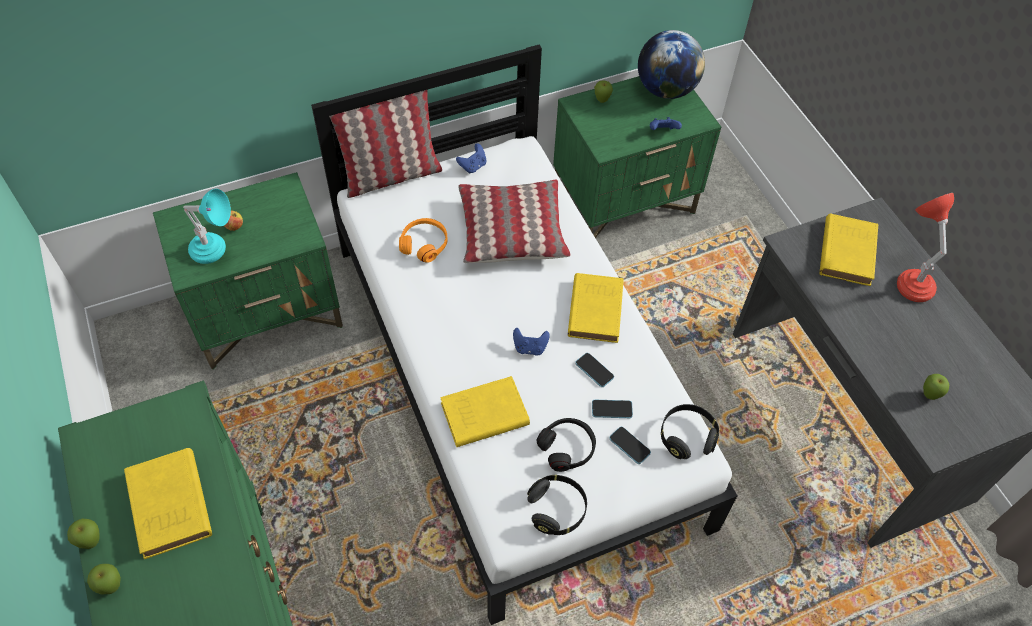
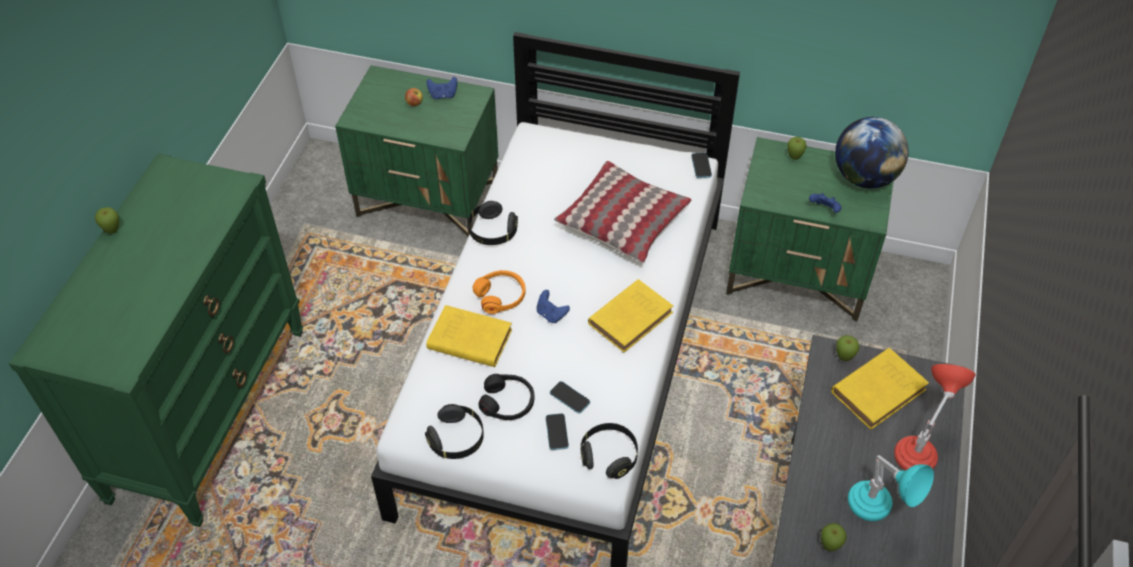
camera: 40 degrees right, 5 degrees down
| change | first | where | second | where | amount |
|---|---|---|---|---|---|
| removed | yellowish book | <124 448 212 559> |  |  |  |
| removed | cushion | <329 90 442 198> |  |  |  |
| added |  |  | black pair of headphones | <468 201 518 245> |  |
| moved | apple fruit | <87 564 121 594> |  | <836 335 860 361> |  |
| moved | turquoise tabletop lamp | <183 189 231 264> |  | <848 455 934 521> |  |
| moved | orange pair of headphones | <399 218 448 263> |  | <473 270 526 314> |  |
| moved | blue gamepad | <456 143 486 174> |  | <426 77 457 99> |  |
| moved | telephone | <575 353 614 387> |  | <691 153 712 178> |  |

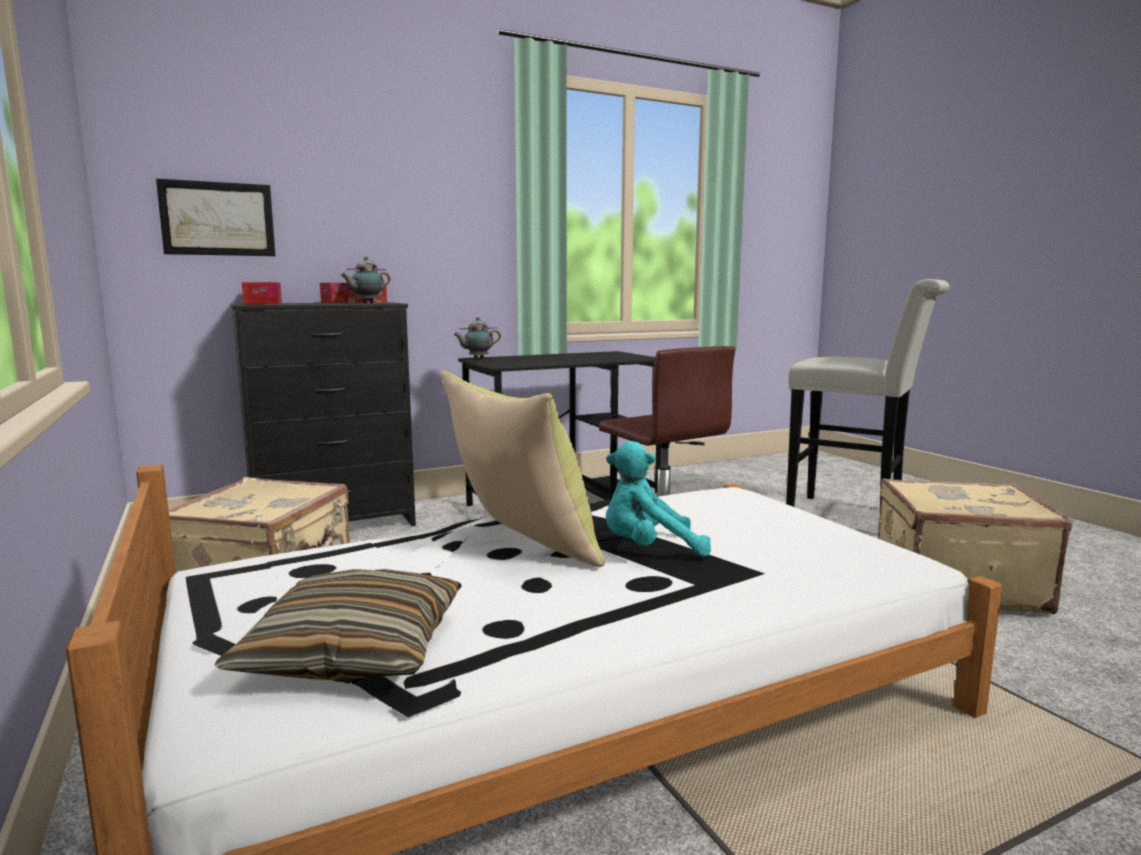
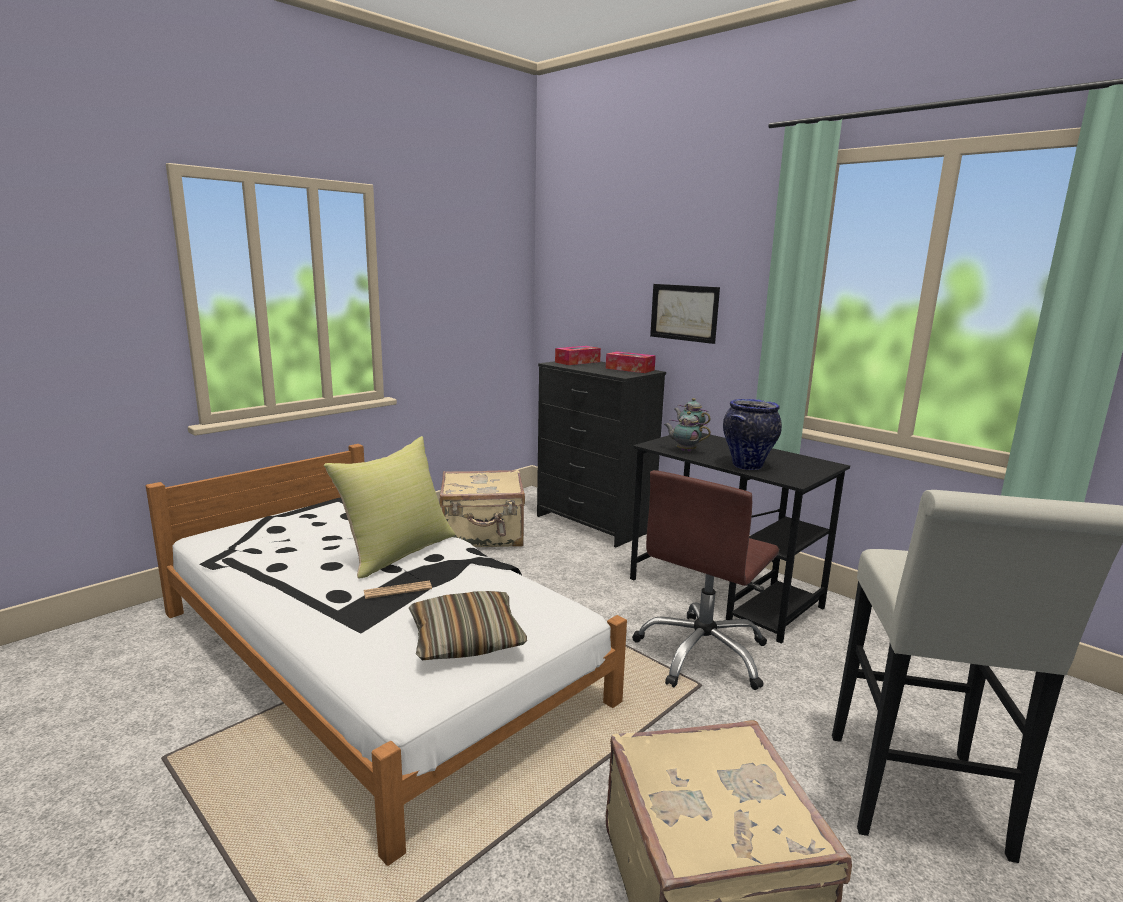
camera: 70 degrees right, 5 degrees up
| change | first | where | second | where | amount |
|---|---|---|---|---|---|
| added |  |  | vase | <723 399 782 470> |  |
| moved | wall art | <156 179 275 256> |  | <650 284 720 344> |  |
| moved | cushion | <215 569 458 680> |  | <409 591 527 660> |  |
| moved | teapot | <341 257 390 303> |  | <664 412 711 452> |  |
| replaced | turquoise plush toy | <606 441 711 557> | daily paper | <364 581 432 599> |  |

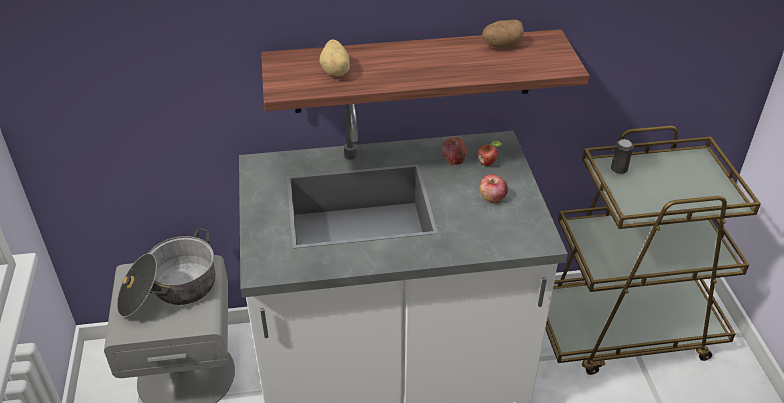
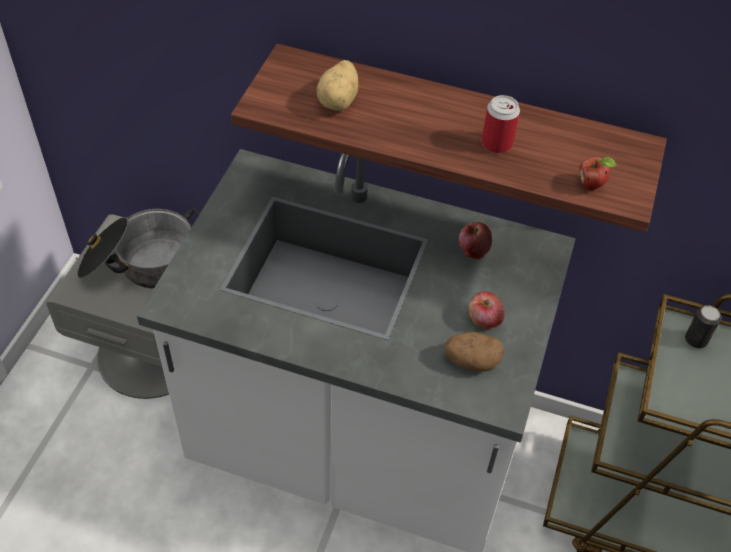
camera: 25 degrees right, 10 degrees up
| change | first | where | second | where | amount |
|---|---|---|---|---|---|
| added |  |  | metal can | <482 95 520 153> |  |
| moved | apple fruit | <477 140 502 166> |  | <579 157 617 190> |  |
| moved | potato | <482 20 524 48> |  | <445 332 504 372> |  |

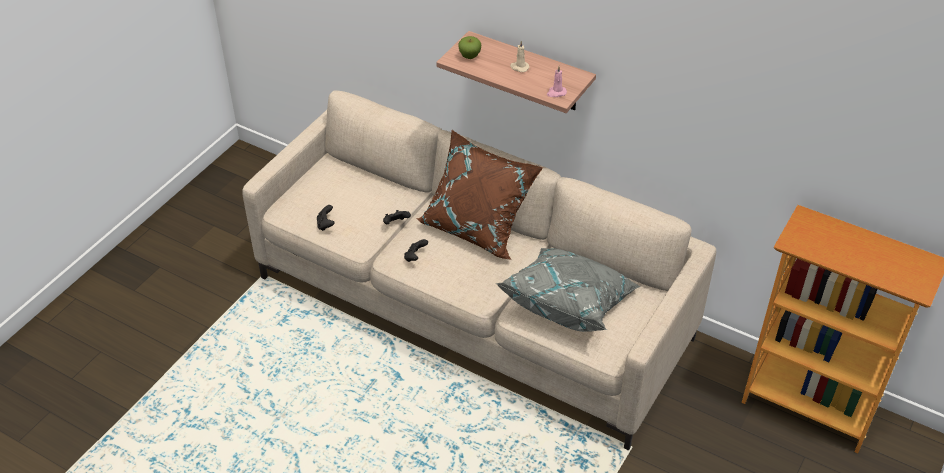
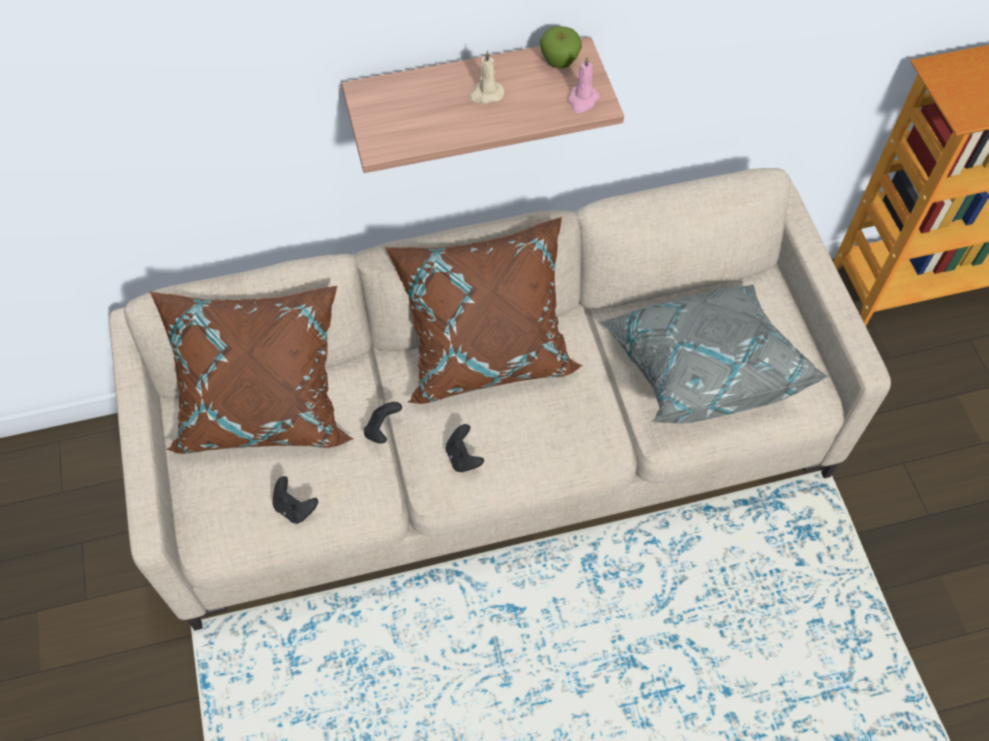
camera: 45 degrees left, 15 degrees up
| change | first | where | second | where | amount |
|---|---|---|---|---|---|
| added |  |  | brown-coloured cushion | <150 285 354 454> |  |
| moved | apple fruit | <458 36 481 59> |  | <540 26 582 68> |  |

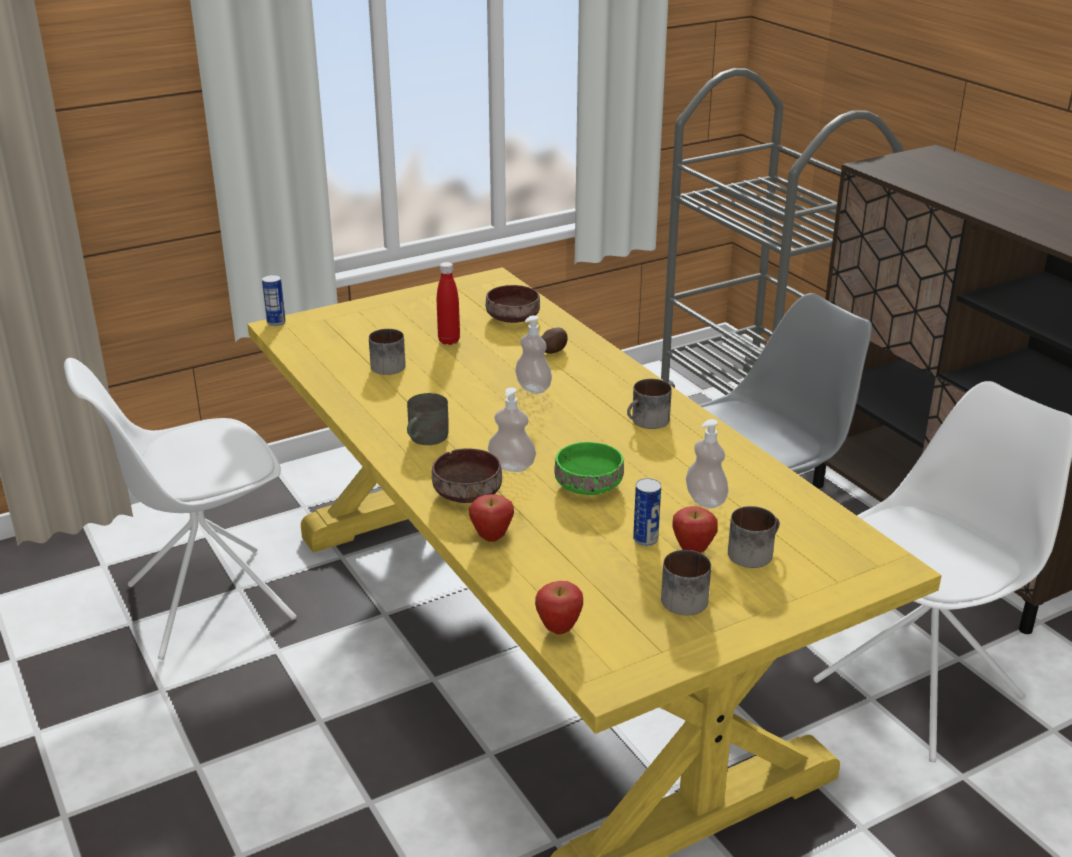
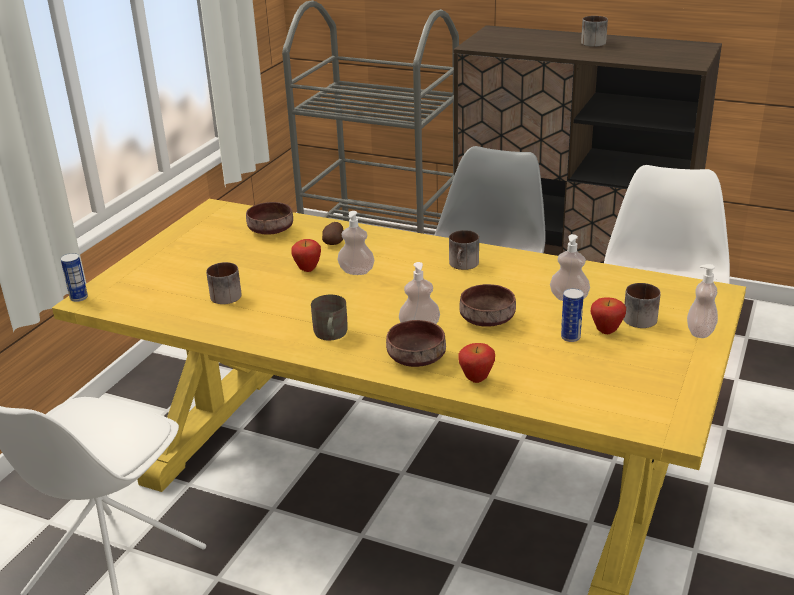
camera: 35 degrees left, 0 degrees up
| change | first | where | second | where | amount |
|---|---|---|---|---|---|
| removed | red beverage bottle | <437 262 460 345> |  |  |  |
| added |  |  | soap dispenser | <687 264 718 338> |  |
| moved | apple fruit | <535 581 583 634> |  | <291 239 321 272> |  |
| moved | mug | <661 550 711 615> |  | <581 16 608 47> |  |
| recoloured | greenish bowl | <554 442 624 495> | brown-coloured bowl | <459 284 516 327> |  |

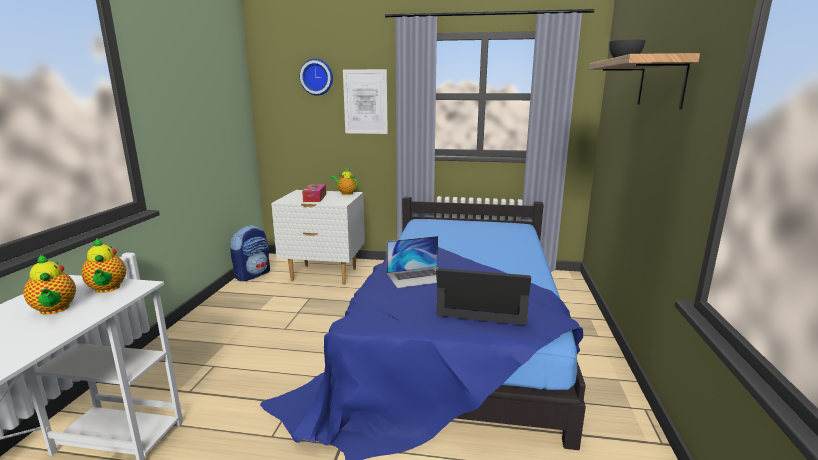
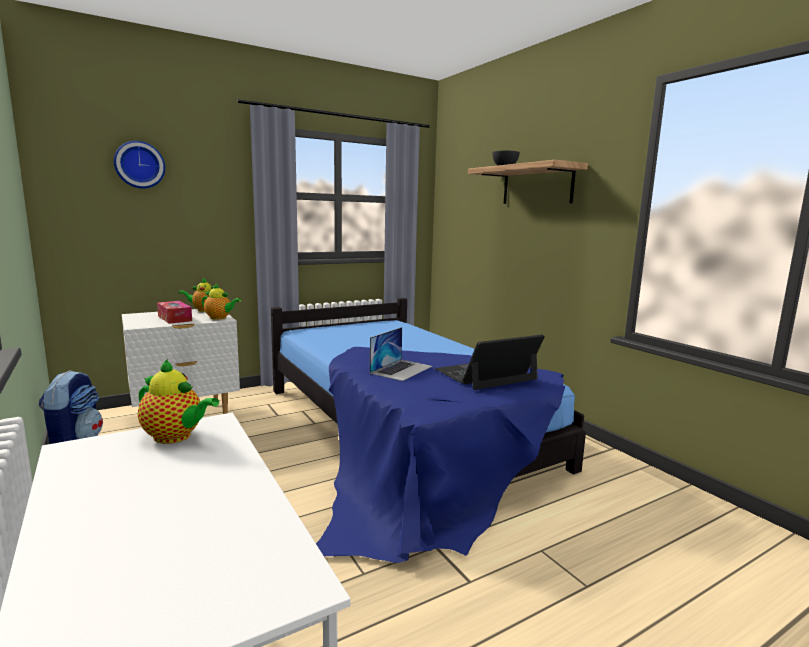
camera: 40 degrees left, 5 degrees down
| change | first | where | second | where | amount |
|---|---|---|---|---|---|
| removed | wall art | <343 69 388 134> |  |  |  |
| moved | teapot | <23 254 76 315> |  | <202 283 241 320> |  |

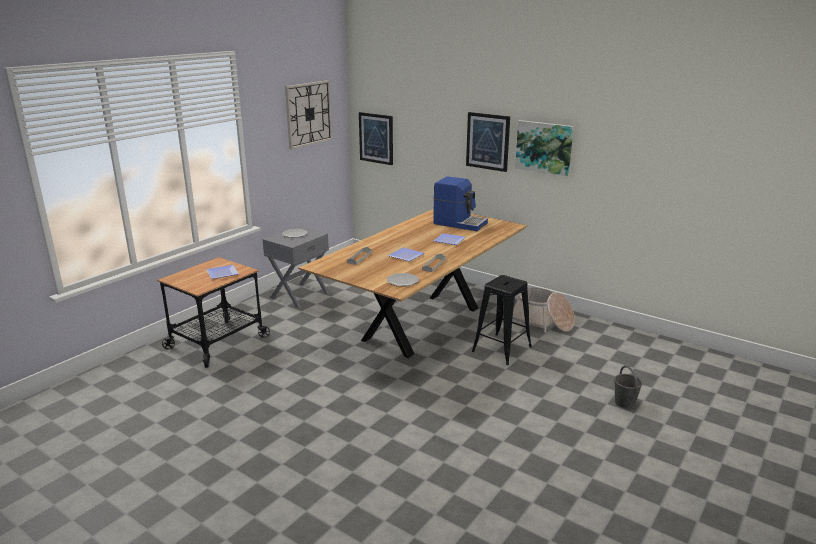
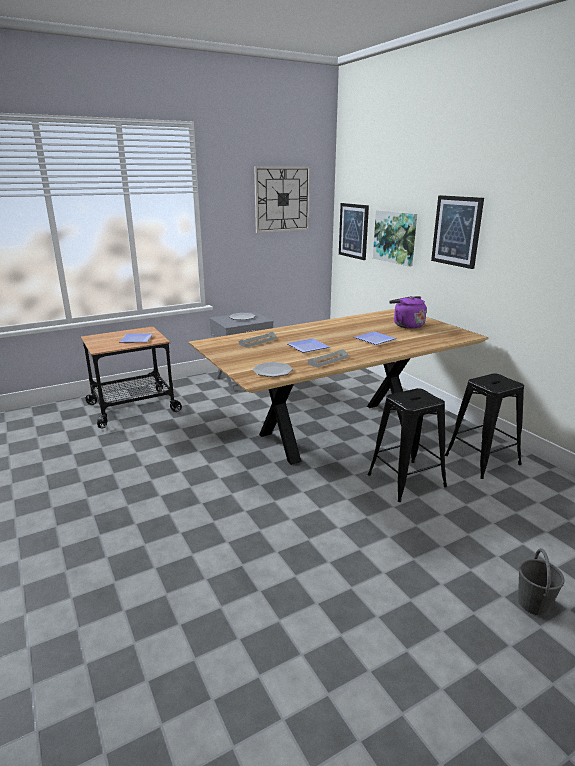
camera: 25 degrees right, 0 degrees up
| change | first | where | second | where | amount |
|---|---|---|---|---|---|
| moved | wall art | <515 120 574 177> |  | <373 210 417 267> |  |
| replaced | coffee brewer | <433 177 488 231> | purple-coloured water kettle | <389 296 427 329> |  |
| replaced | storage basket | <513 287 575 333> | black sitting stool | <445 373 524 479> |  |

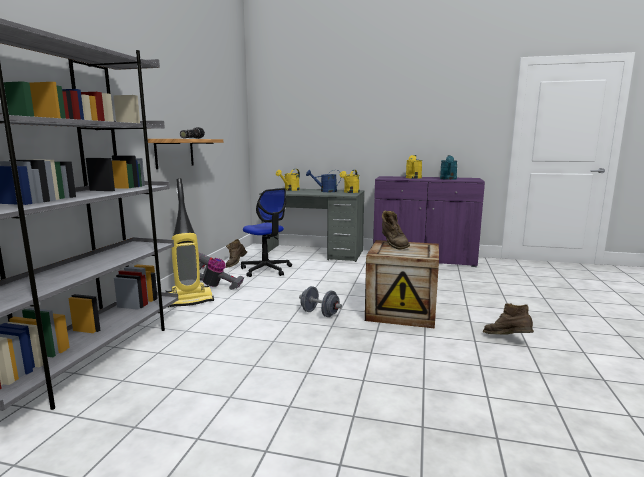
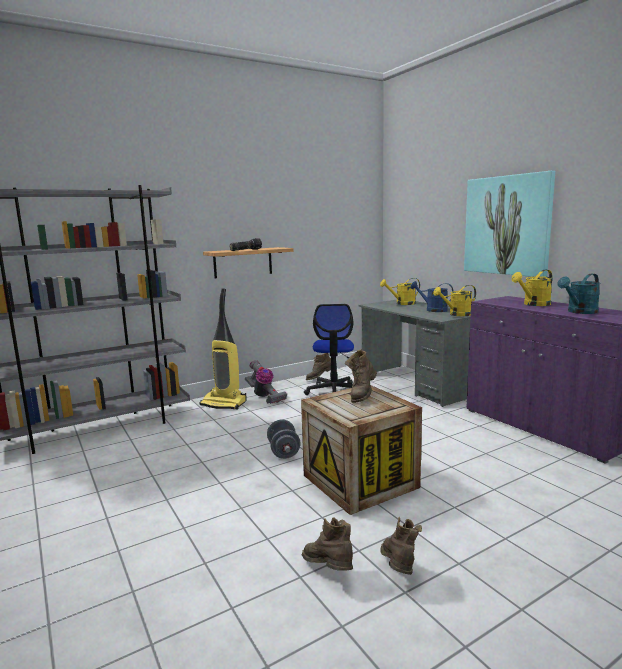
camera: 45 degrees right, 0 degrees up
| change | first | where | second | where | amount |
|---|---|---|---|---|---|
| added |  |  | brown-coloured tall boot | <302 517 353 571> |  |
| added |  |  | wall art | <464 171 555 277> |  |

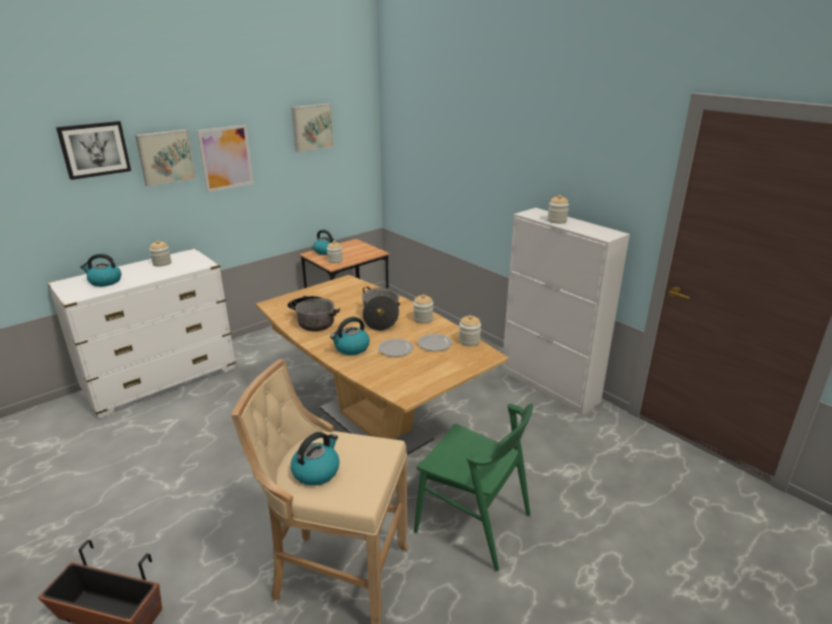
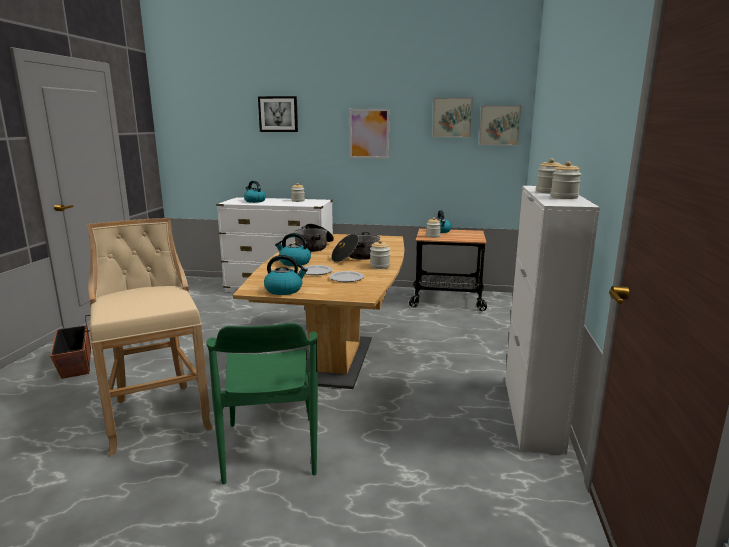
camera: 50 degrees right, 10 degrees down
| change | first | where | second | where | amount |
|---|---|---|---|---|---|
| moved | wall art | <135 130 196 187> |  | <479 105 521 146> |  |
| moved | water kettle | <291 432 340 486> |  | <264 255 308 295> |  |
| moved | preserve jar | <459 315 481 346> |  | <551 161 581 199> |  |

